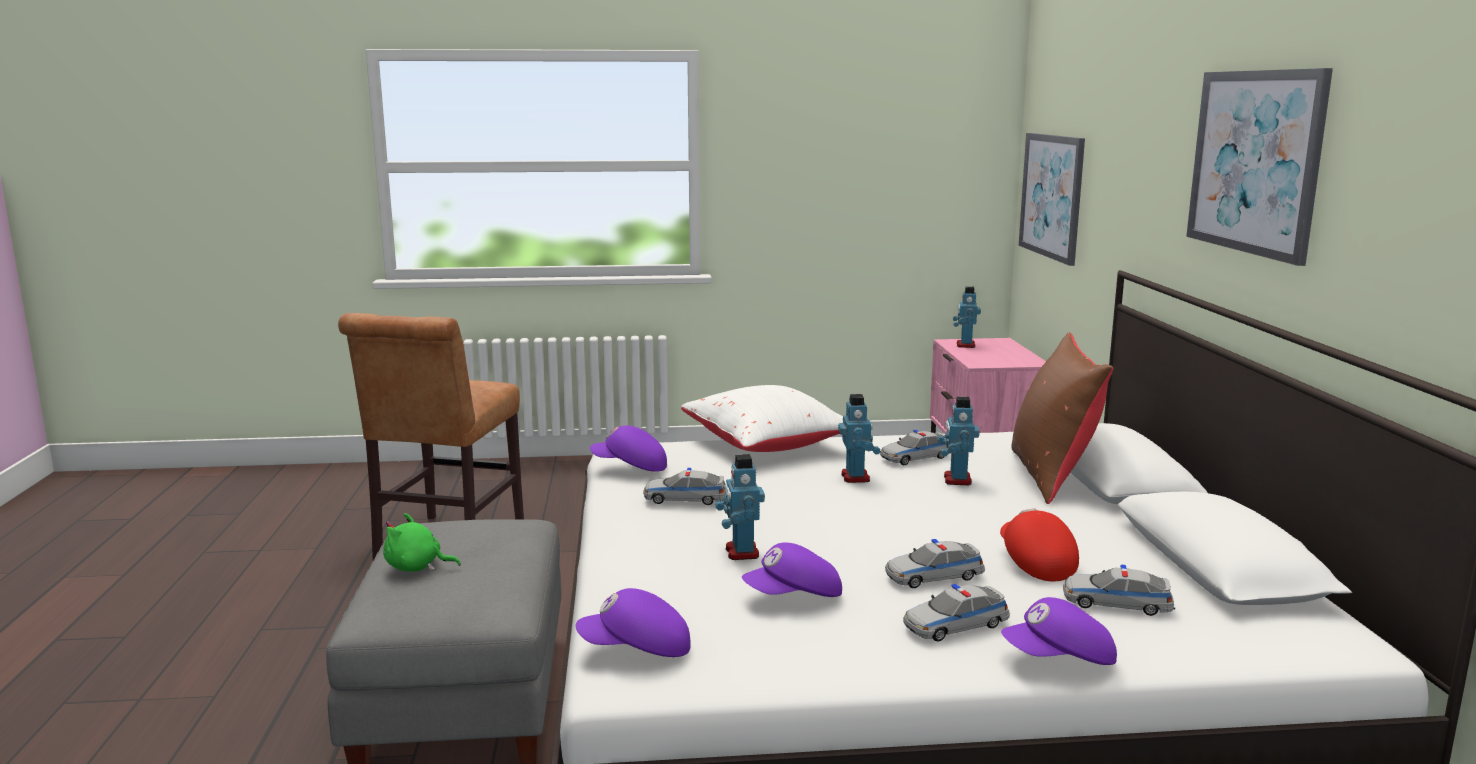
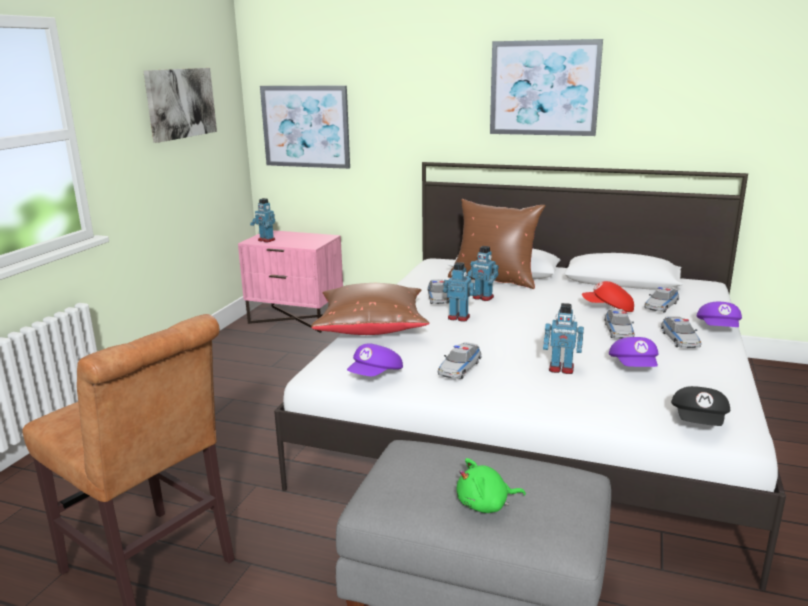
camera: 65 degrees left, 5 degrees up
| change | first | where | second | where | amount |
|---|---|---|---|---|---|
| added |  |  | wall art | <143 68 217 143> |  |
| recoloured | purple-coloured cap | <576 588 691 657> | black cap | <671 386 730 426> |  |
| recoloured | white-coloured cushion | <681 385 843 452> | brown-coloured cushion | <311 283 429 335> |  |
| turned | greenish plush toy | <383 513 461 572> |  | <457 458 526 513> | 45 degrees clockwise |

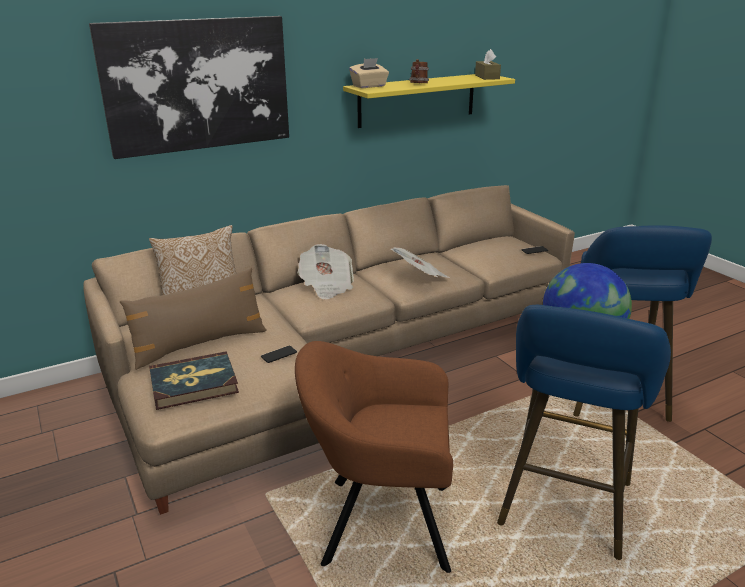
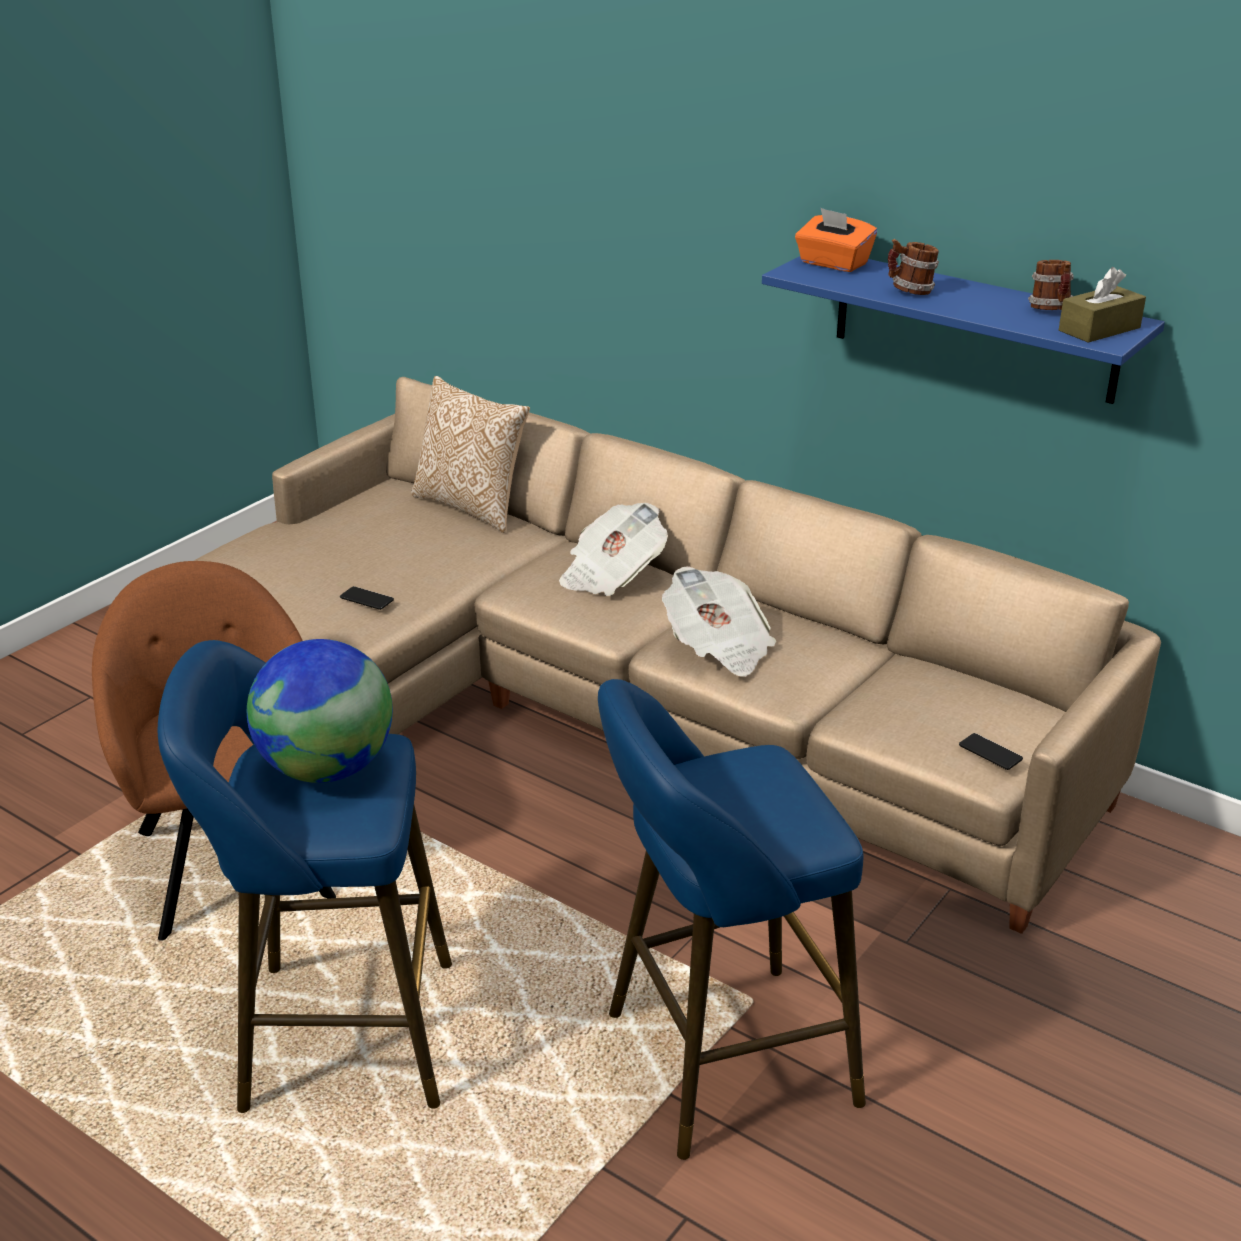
camera: 65 degrees right, 5 degrees up
| change | first | where | second | where | amount |
|---|---|---|---|---|---|
| removed | wall art | <89 16 289 159> |  |  |  |
| removed | brown-coloured cushion | <120 268 267 370> |  |  |  |
| removed | book | <149 351 239 410> |  |  |  |
| added |  |  | mug | <1028 260 1074 310> |  |
| recoloured | yellowish shelf | <343 74 515 128> | blue shelf | <762 256 1165 404> |  |
| recoloured | beige-coloured box of tissues | <349 58 389 88> | orange box of tissues | <795 208 877 272> |  |

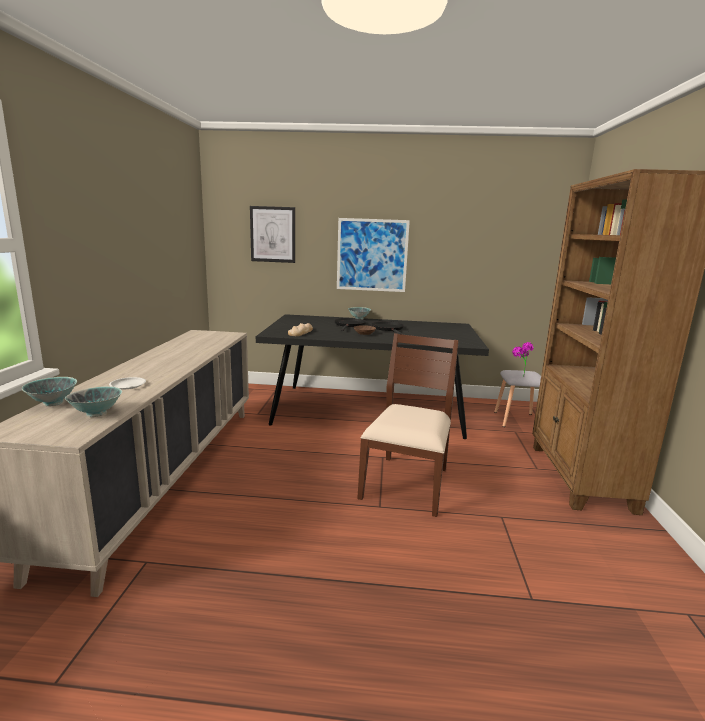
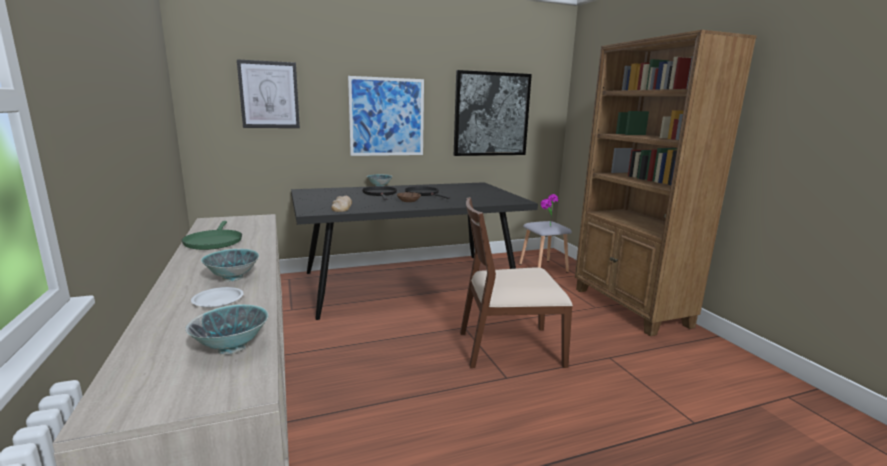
camera: 25 degrees left, 0 degrees up
| change | first | where | second | where | amount |
|---|---|---|---|---|---|
| added |  |  | greenish pan | <182 221 242 250> |  |
| added |  |  | wall art | <454 70 532 156> |  |
| moved | bowl | <22 377 77 406> |  | <201 248 259 282> |  |
| turned | brown-coloured chair | <357 333 459 517> |  | <460 197 573 368> | 90 degrees counterclockwise |

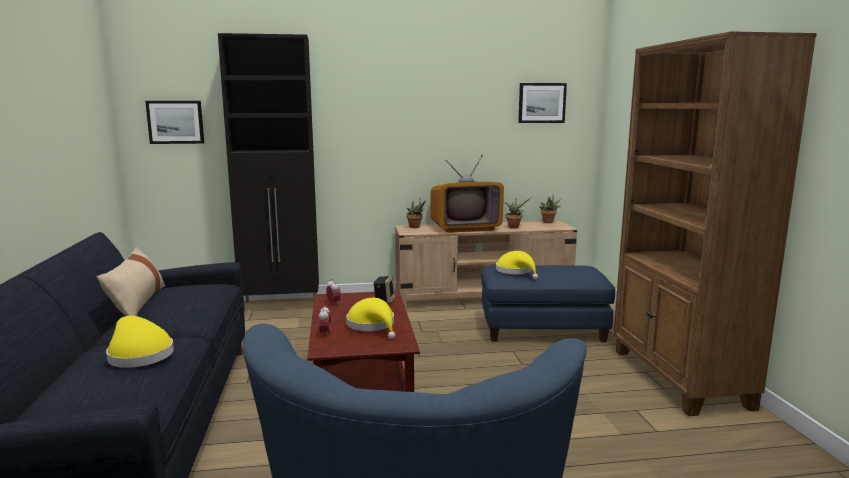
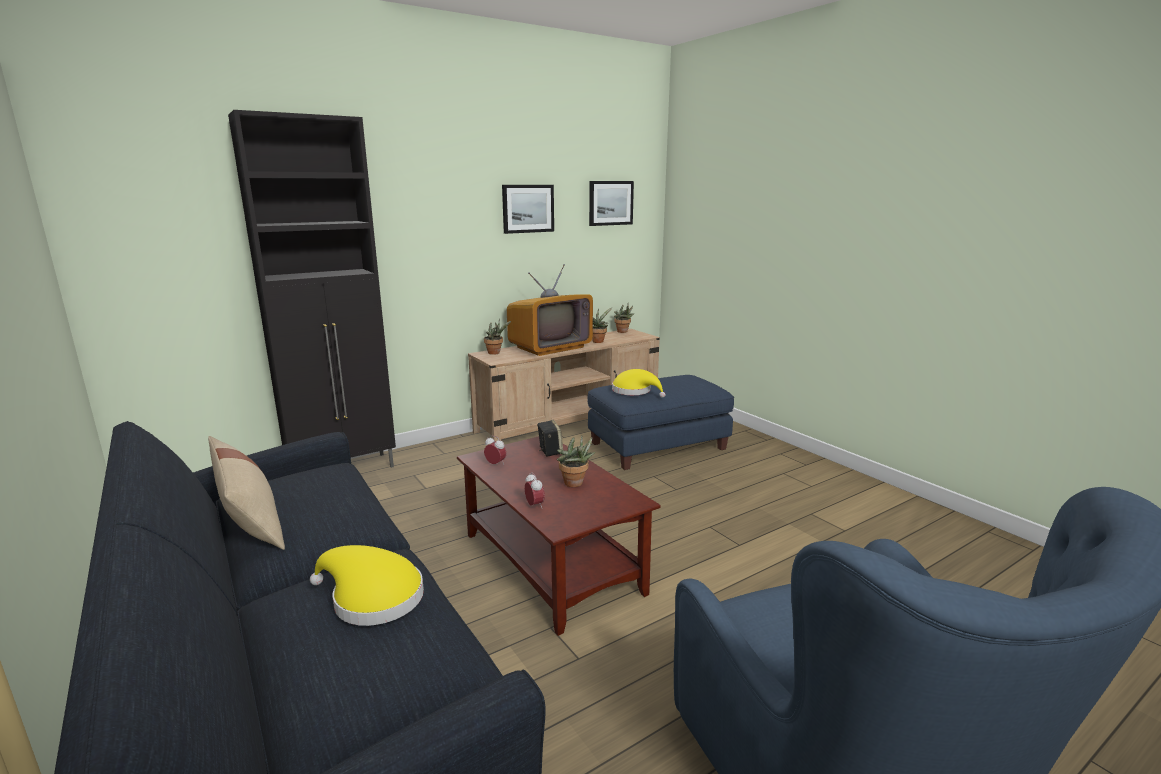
camera: 25 degrees left, 5 degrees up
| change | first | where | second | where | amount |
|---|---|---|---|---|---|
| removed | brown-coloured bookshelf | <613 31 817 416> |  |  |  |
| moved | wall art | <145 101 204 144> |  | <502 185 554 234> |  |
| replaced | yellowish clothing hat | <346 298 396 339> | plant in a pot | <557 436 595 487> |  |

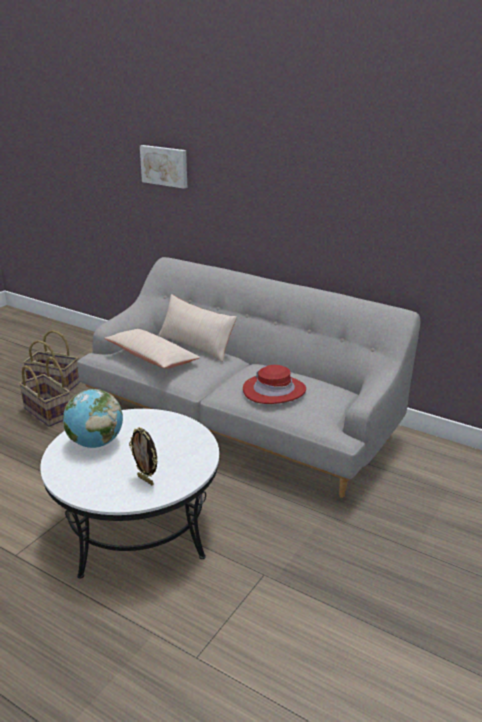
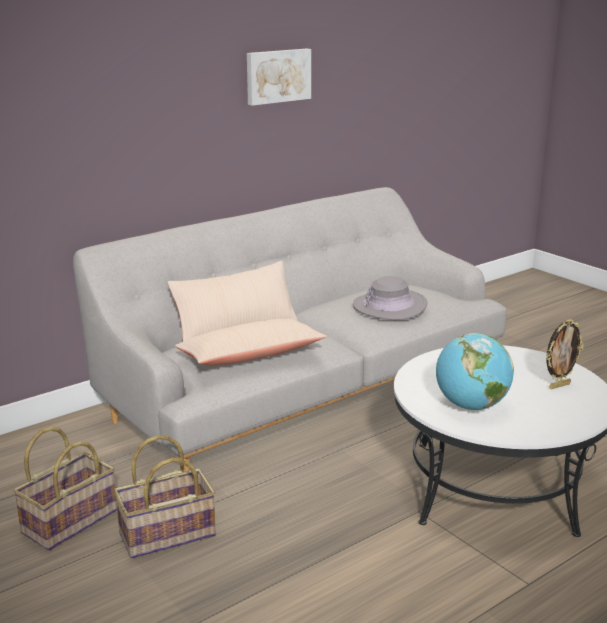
camera: 70 degrees left, 5 degrees down
| change | first | where | second | where | amount |
|---|---|---|---|---|---|
| moved | wall art | <140 145 187 189> |  | <247 49 311 106> |  |
| recoloured | red clothing hat | <243 365 306 404> | grey clothing hat | <353 276 427 320> |  |

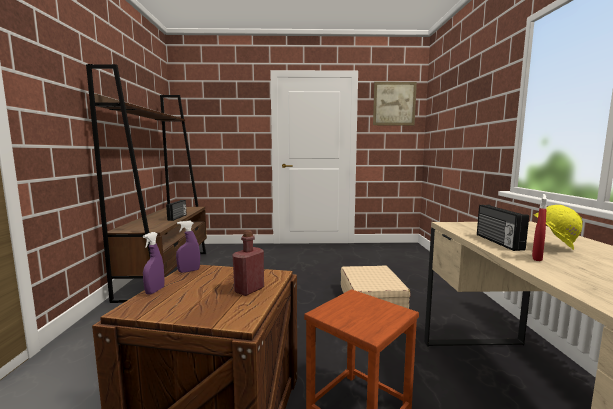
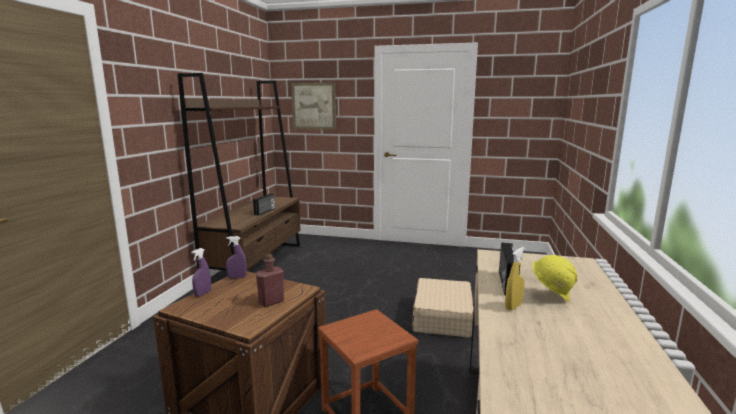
camera: 15 degrees right, 5 degrees up
| change | first | where | second | where | amount |
|---|---|---|---|---|---|
| moved | wall art | <373 82 417 125> |  | <291 82 336 130> |  |
| recoloured | red spray bottle | <532 194 547 261> | yellowish spray bottle | <505 247 525 310> |  |

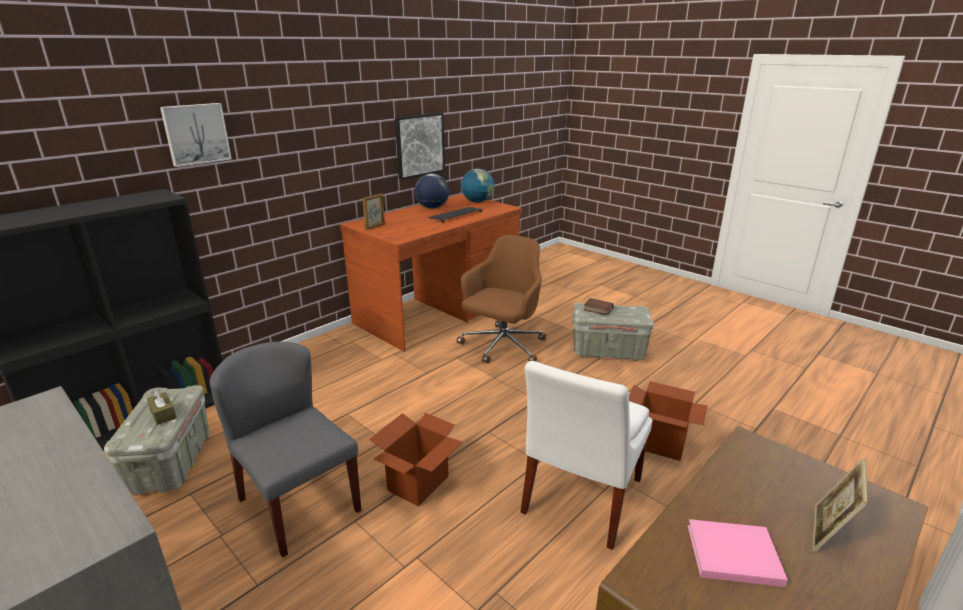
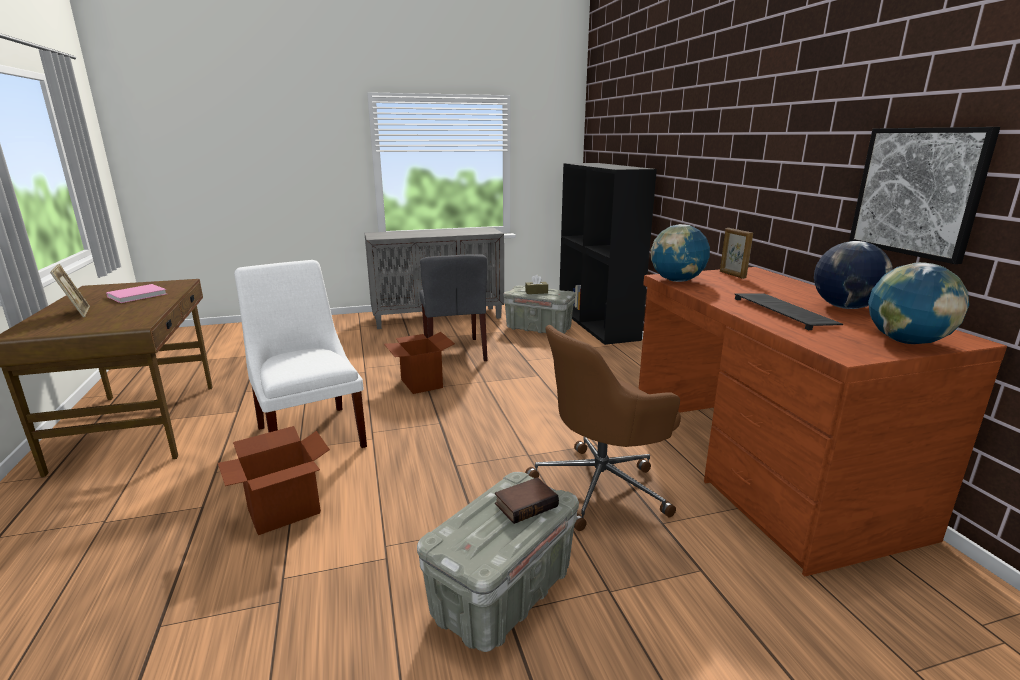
camera: 120 degrees right, 5 degrees down
| change | first | where | second | where | amount |
|---|---|---|---|---|---|
| removed | wall art | <160 103 232 167> |  |  |  |
| added |  |  | world globe | <651 224 710 282> |  |
| turned | grey chair | <210 341 361 557> |  | <420 255 488 361> | 90 degrees clockwise |
| turned | brown-coloured computer chair | <457 235 546 363> |  | <525 325 681 531> | 90 degrees clockwise |

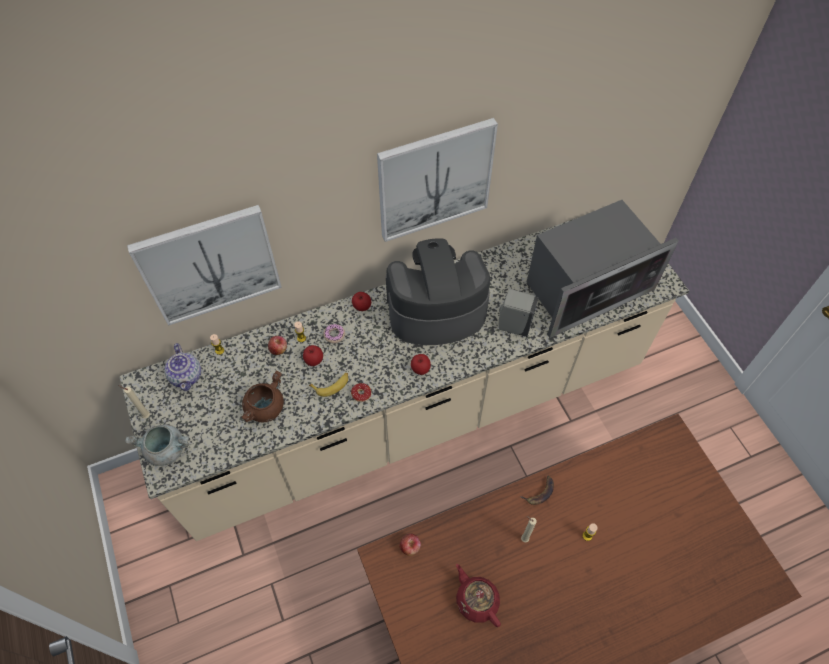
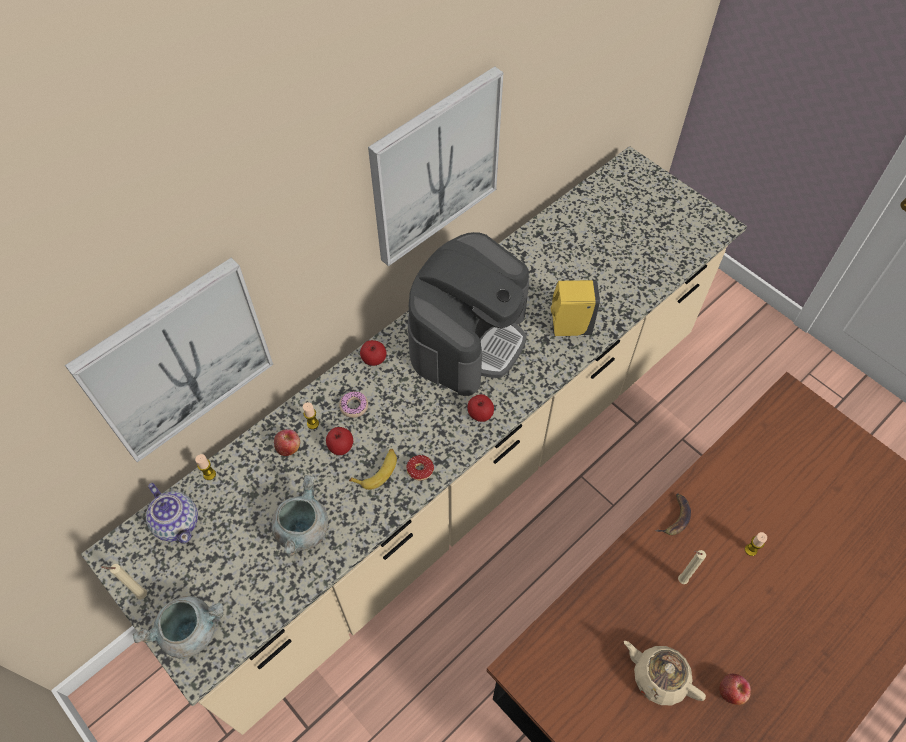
camera: 20 degrees left, 0 degrees up
| change | first | where | second | where | amount |
|---|---|---|---|---|---|
| removed | microwave | <527 200 679 338> |  |  |  |
| moved | apple fruit | <400 533 421 556> |  | <719 674 751 705> |  |
| recoloured | brown-coloured saucepot | <241 371 284 422> | grey saucepot | <272 475 328 556> |  |
| recoloured | red teapot | <456 564 501 627> | beige-coloured teapot | <624 641 706 705> |  |
| recoloured | grey soap dispenser | <499 289 538 337> | yellowish soap dispenser | <551 280 600 336> |  |
| turned | coffee brewer | <386 238 490 345> |  | <408 232 529 396> | 150 degrees clockwise |

